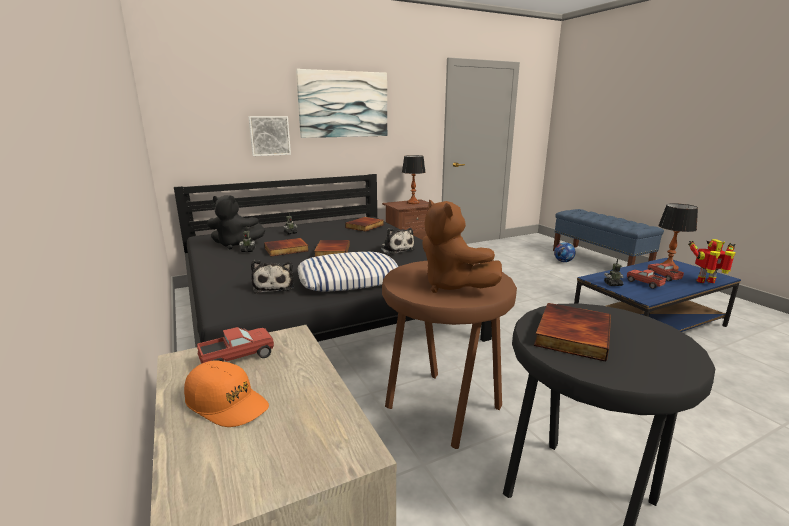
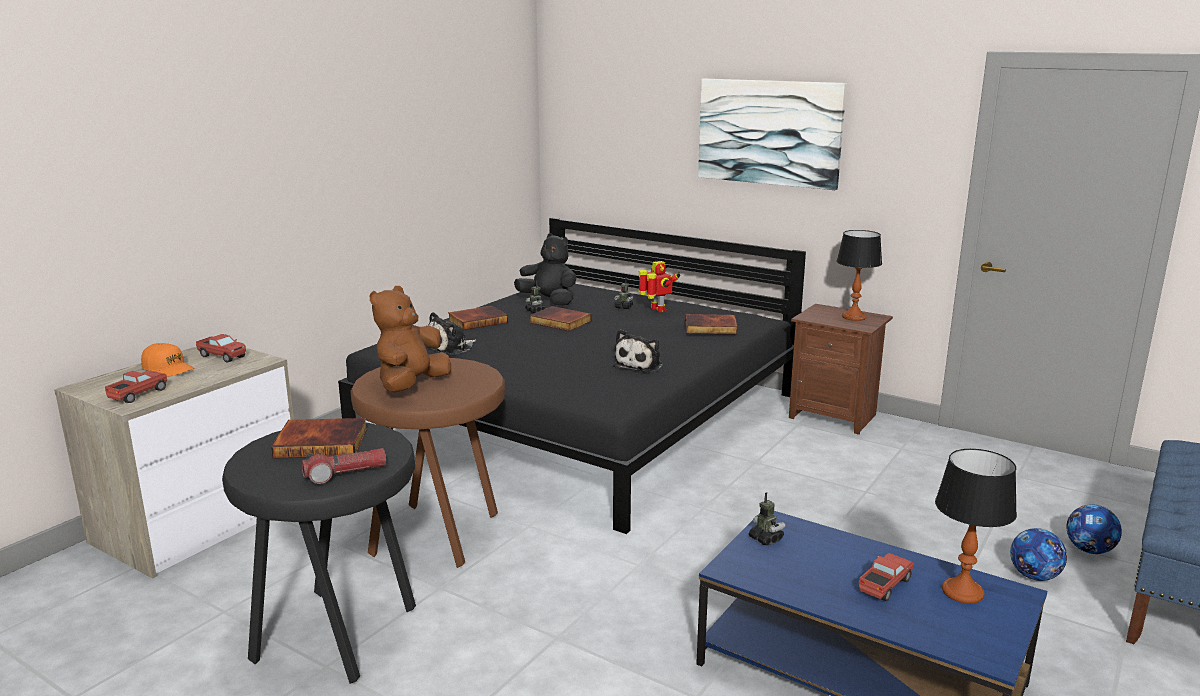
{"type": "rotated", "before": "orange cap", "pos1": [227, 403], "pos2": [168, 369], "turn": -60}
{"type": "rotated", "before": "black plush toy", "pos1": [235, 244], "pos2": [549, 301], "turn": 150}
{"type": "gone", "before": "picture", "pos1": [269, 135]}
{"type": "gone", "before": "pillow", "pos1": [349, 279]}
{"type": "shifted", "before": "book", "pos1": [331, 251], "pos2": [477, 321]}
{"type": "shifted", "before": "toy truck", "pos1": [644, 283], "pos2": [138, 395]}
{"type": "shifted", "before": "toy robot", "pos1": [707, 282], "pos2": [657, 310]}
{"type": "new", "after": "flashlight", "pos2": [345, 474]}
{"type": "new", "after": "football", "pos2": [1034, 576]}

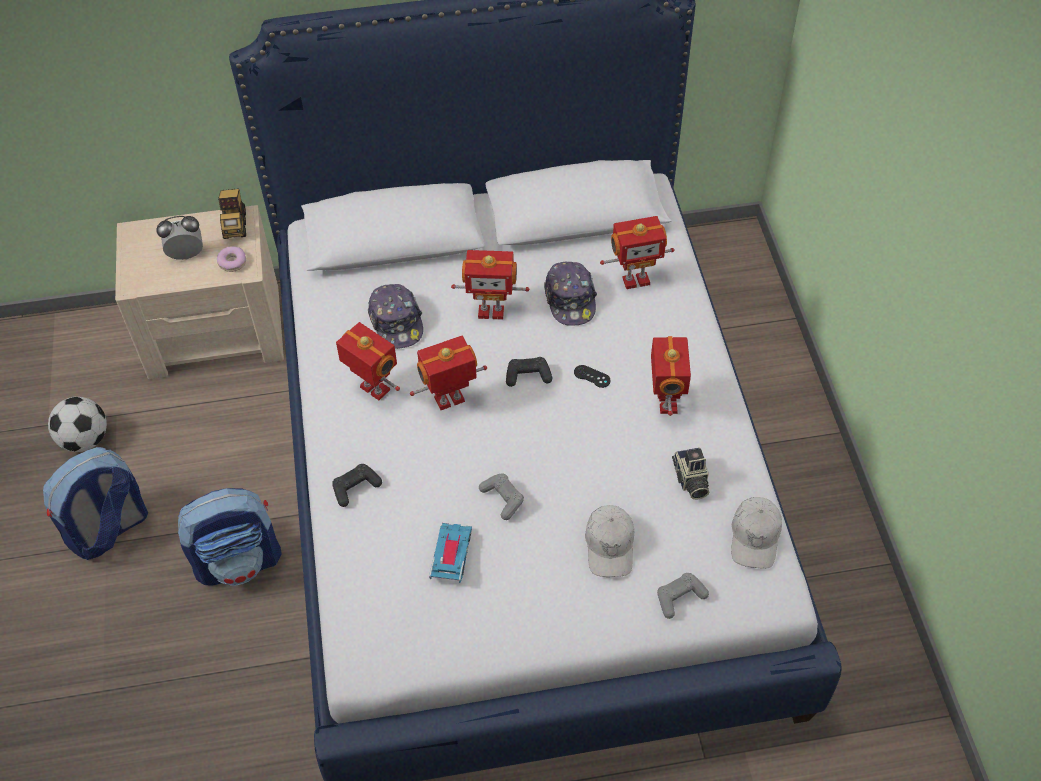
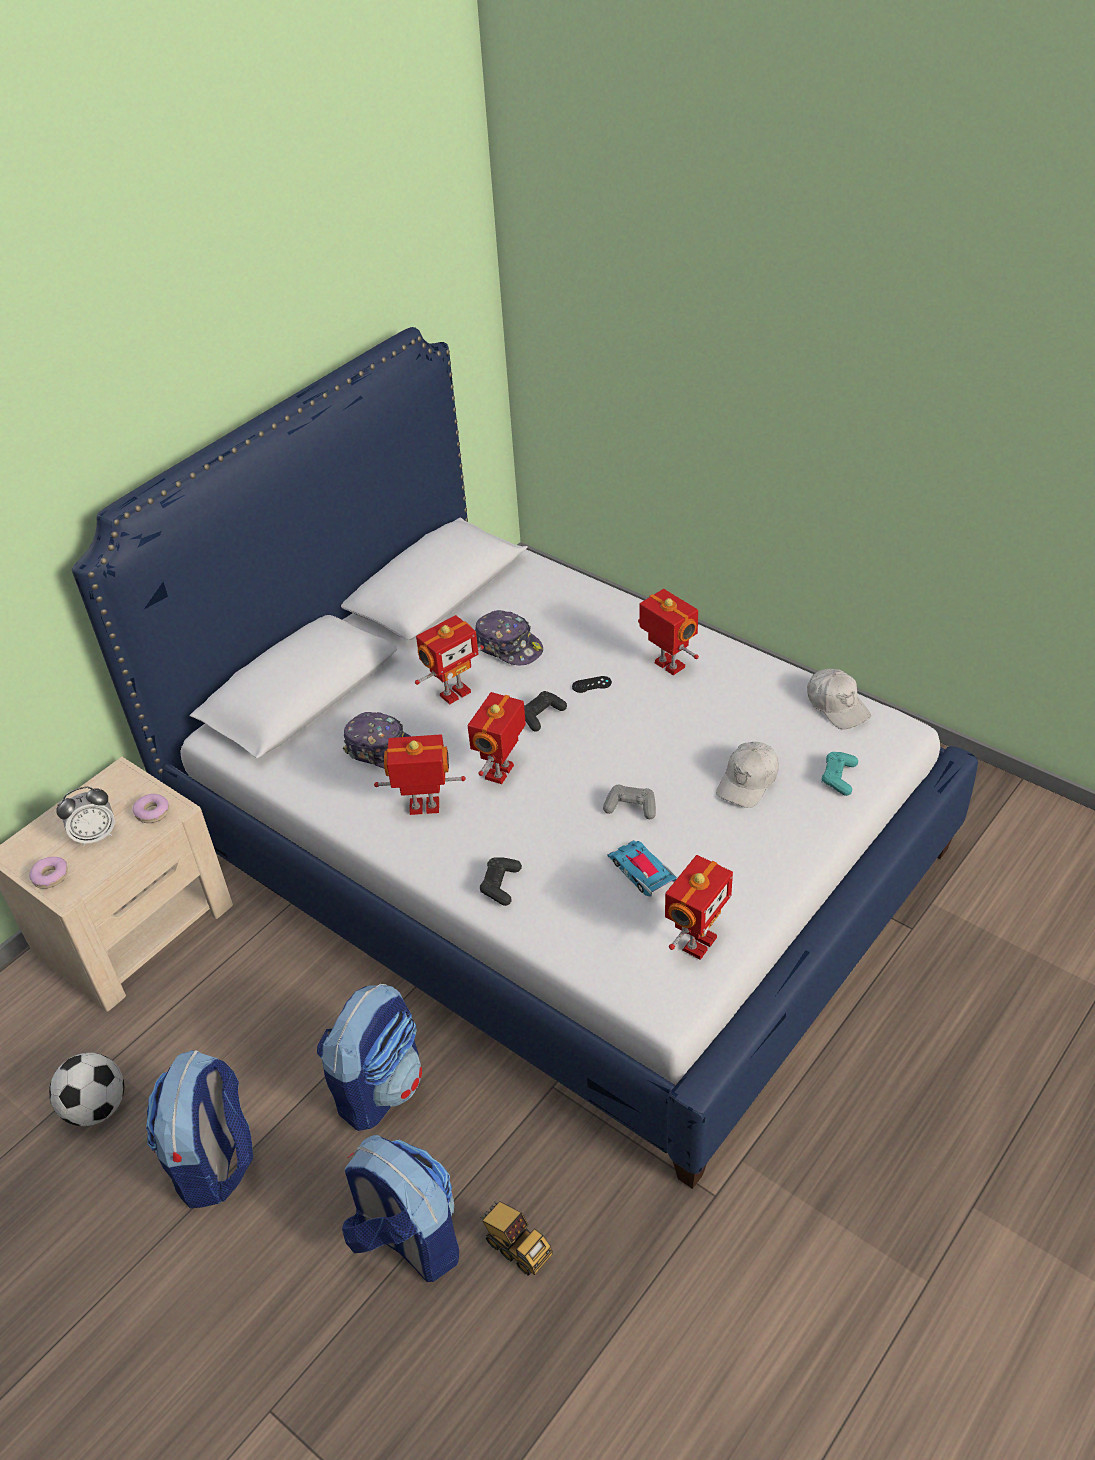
{"type": "rotated", "before": "alarm clock", "pos1": [186, 255], "pos2": [95, 835], "turn": -150}
{"type": "shifted", "before": "toy truck", "pos1": [235, 224], "pos2": [517, 1247]}
{"type": "rotated", "before": "white cap", "pos1": [610, 545], "pos2": [748, 781], "turn": 75}
{"type": "shifted", "before": "toy robot", "pos1": [635, 279], "pos2": [697, 942]}
{"type": "repainted", "before": "grey game controller", "after": "turquoise game controller", "pos1": [680, 598], "pos2": [838, 777]}
{"type": "gone", "before": "photo camera", "pos1": [690, 480]}
{"type": "new", "after": "donut", "pos2": [51, 876]}
{"type": "new", "after": "backpack", "pos2": [408, 1239]}

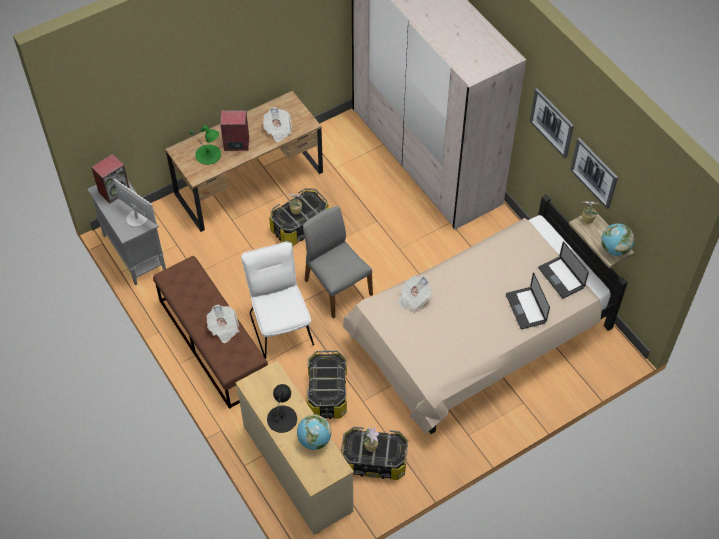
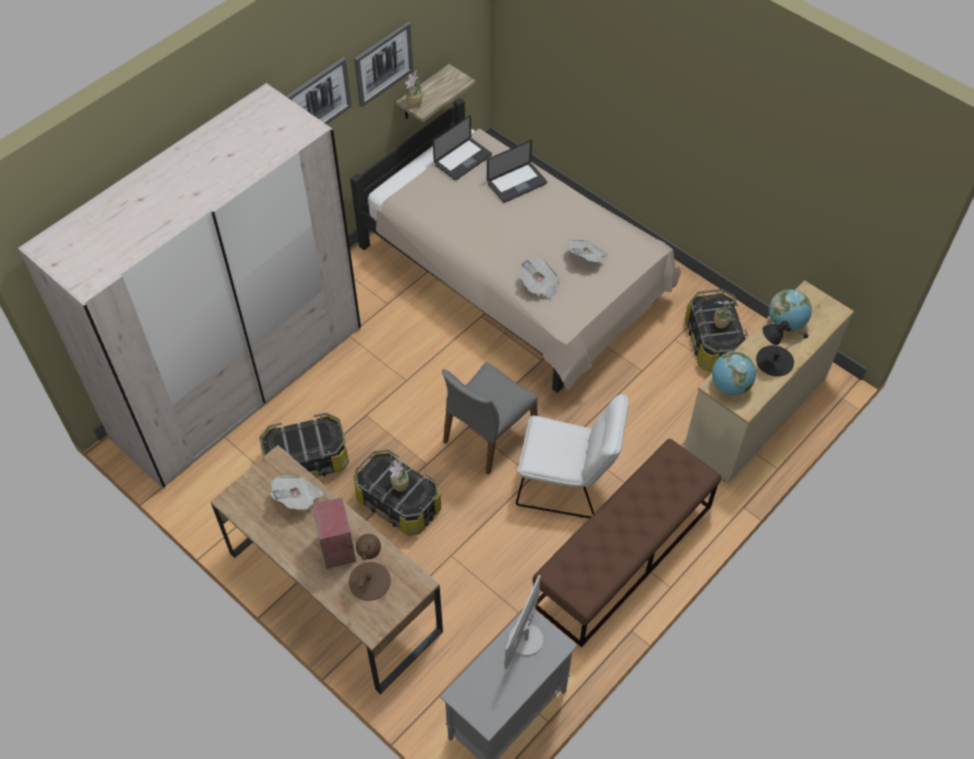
{"type": "gone", "before": "speaker", "pos1": [114, 191]}
{"type": "repainted", "before": "green table lamp", "after": "brown table lamp", "pos1": [208, 155], "pos2": [370, 580]}
{"type": "shifted", "before": "newspaper", "pos1": [223, 328], "pos2": [587, 258]}
{"type": "rotated", "before": "white chair", "pos1": [280, 325], "pos2": [567, 484], "turn": -135}
{"type": "shifted", "before": "storage box", "pos1": [327, 393], "pos2": [307, 460]}
{"type": "shifted", "before": "globe", "pos1": [614, 249], "pos2": [730, 386]}

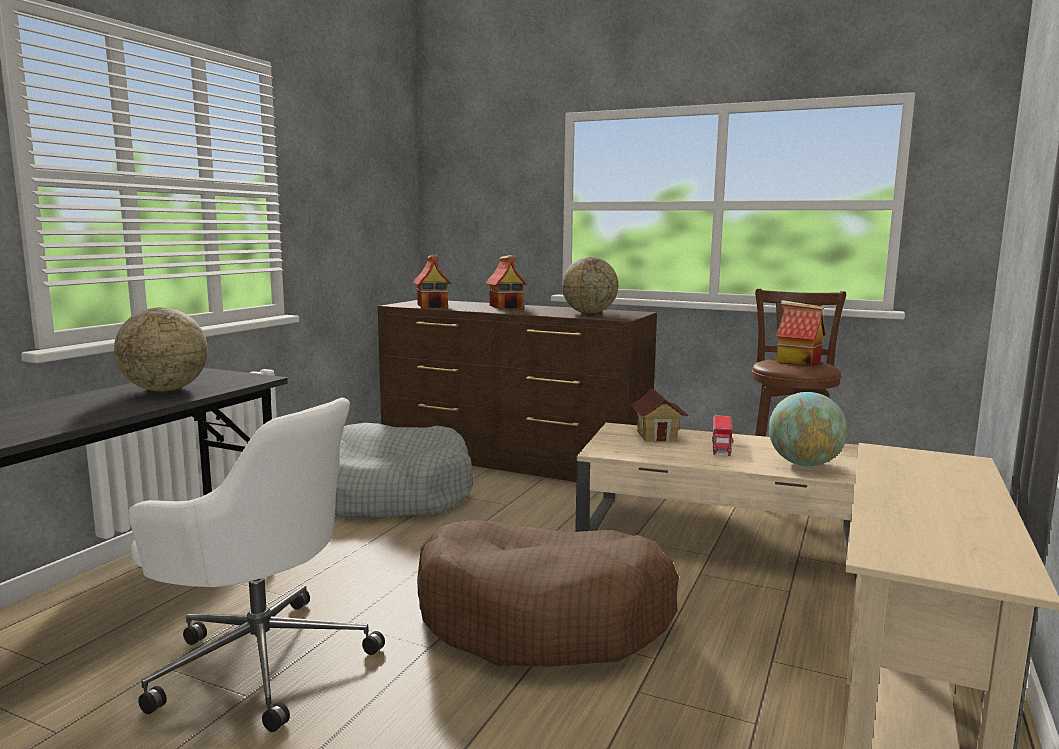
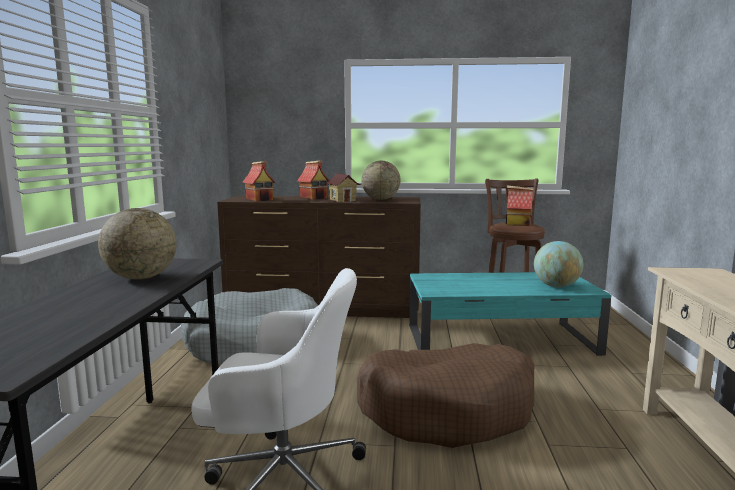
{"type": "repainted", "before": "beige coffee table", "after": "turquoise coffee table", "pos1": [721, 537], "pos2": [501, 339]}
{"type": "shifted", "before": "toy house", "pos1": [657, 436], "pos2": [342, 200]}
{"type": "gone", "before": "toy truck", "pos1": [721, 445]}

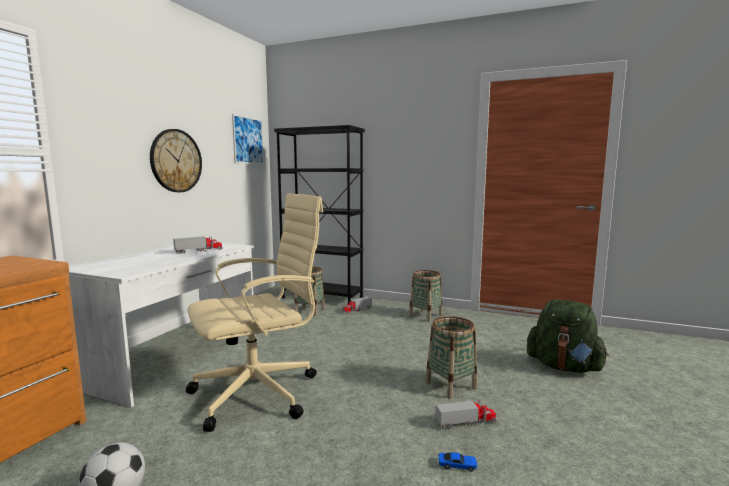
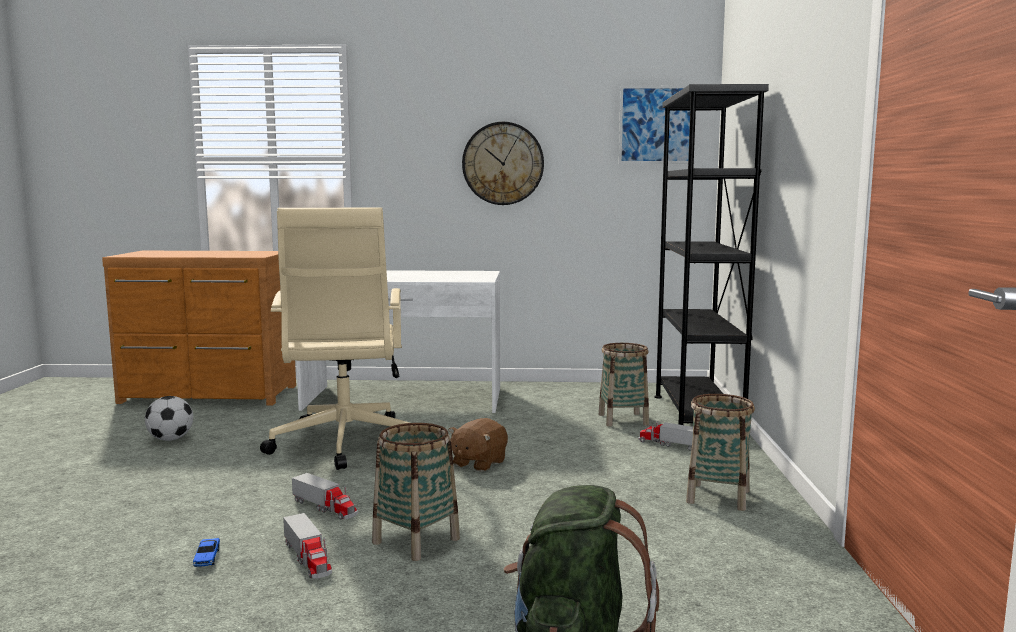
{"type": "shifted", "before": "toy truck", "pos1": [199, 251], "pos2": [325, 507]}
{"type": "rotated", "before": "beige office chair", "pos1": [259, 393], "pos2": [344, 444], "turn": 45}
{"type": "new", "after": "brown plush toy", "pos2": [478, 463]}

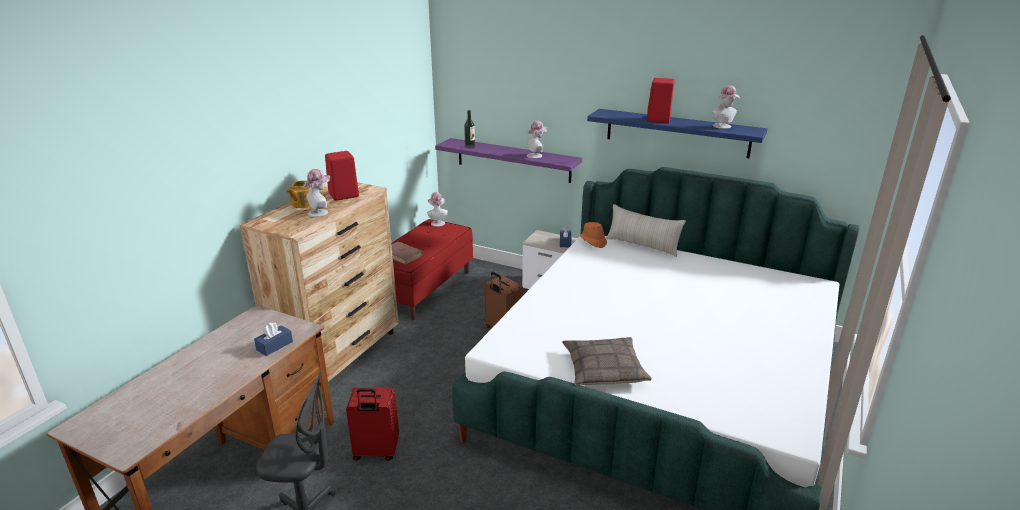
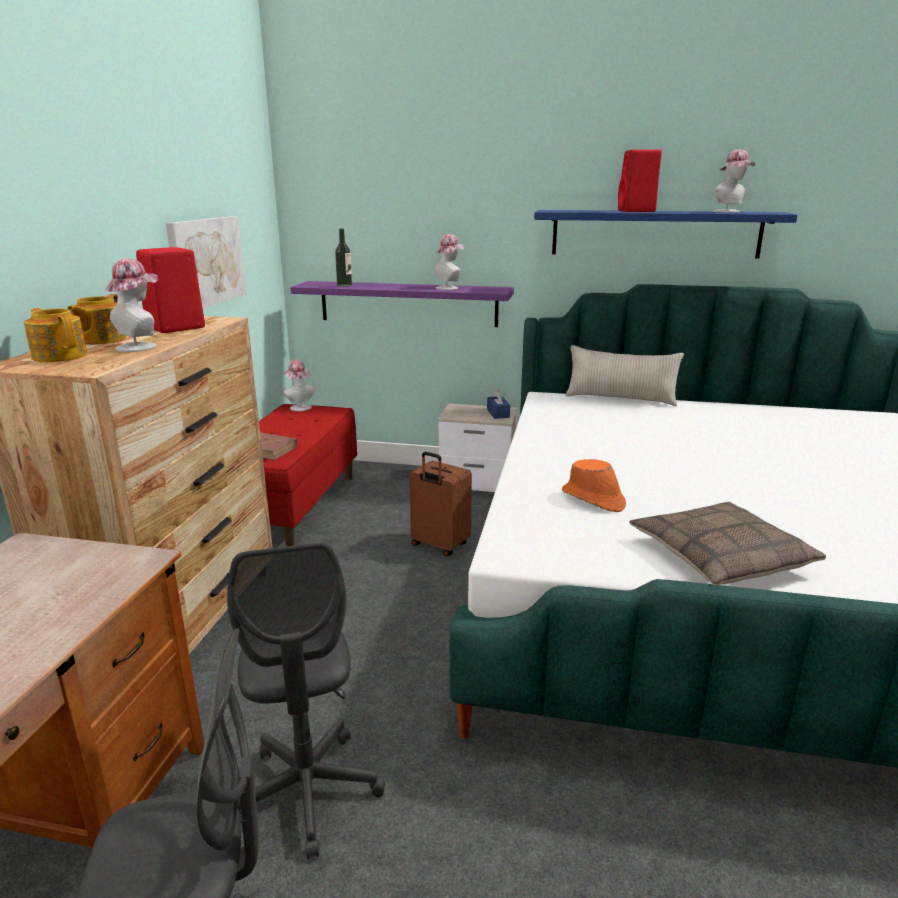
{"type": "gone", "before": "blue tissue box", "pos1": [274, 346]}
{"type": "swapped", "before": "red suitcase", "after": "grey office chair", "pos1": [376, 452], "pos2": [308, 791]}
{"type": "shifted", "before": "orange hat", "pos1": [593, 241], "pos2": [593, 499]}
{"type": "new", "after": "teapot", "pos2": [60, 356]}
{"type": "new", "after": "picture", "pos2": [206, 262]}

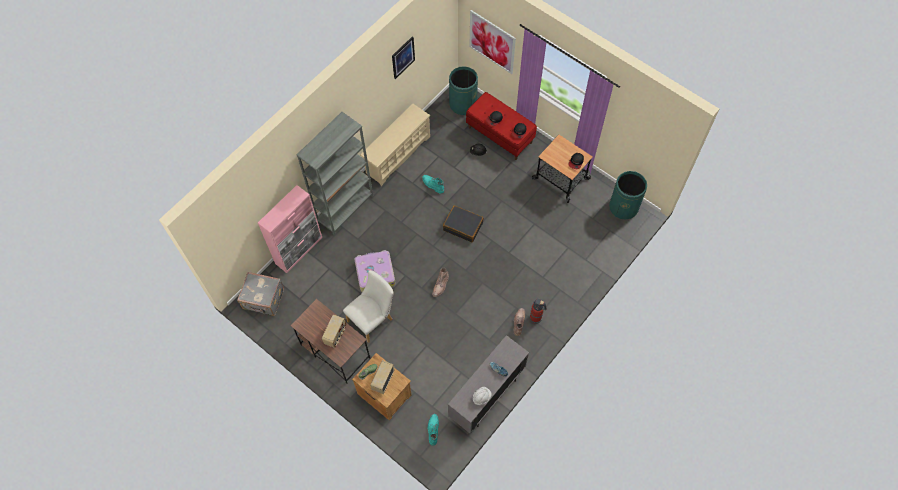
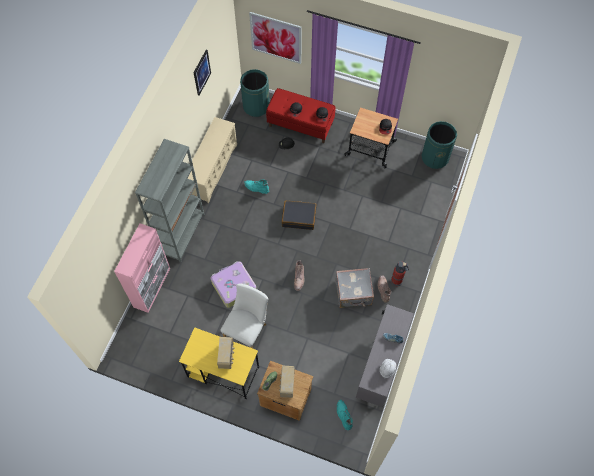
{"type": "shifted", "before": "grey suitcase", "pos1": [263, 300], "pos2": [353, 294]}
{"type": "repainted", "before": "brown desk", "after": "yellow desk", "pos1": [334, 351], "pos2": [223, 372]}

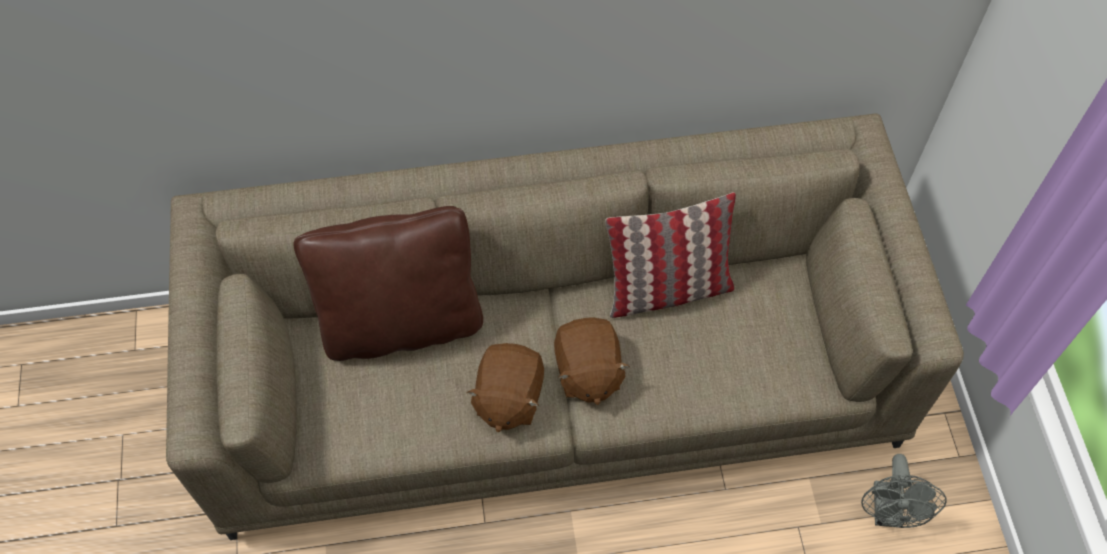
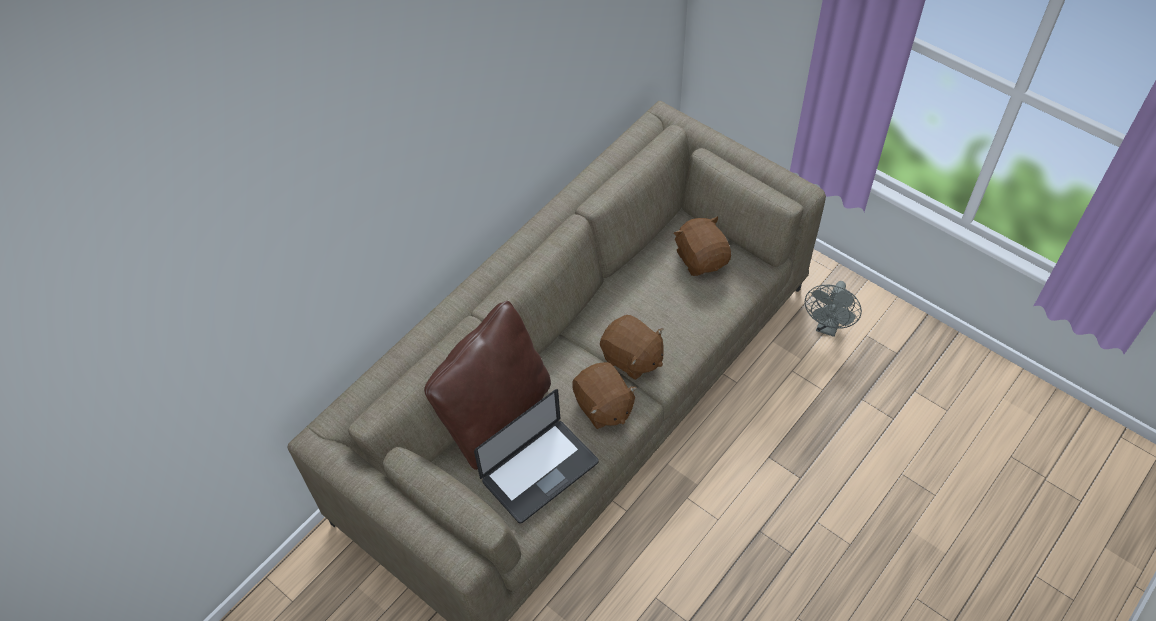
{"type": "gone", "before": "pillow", "pos1": [667, 289]}
{"type": "rotated", "before": "grey fan", "pos1": [888, 513], "pos2": [828, 327], "turn": 60}
{"type": "new", "after": "laptop", "pos2": [540, 472]}
{"type": "new", "after": "brown plush toy", "pos2": [701, 258]}

